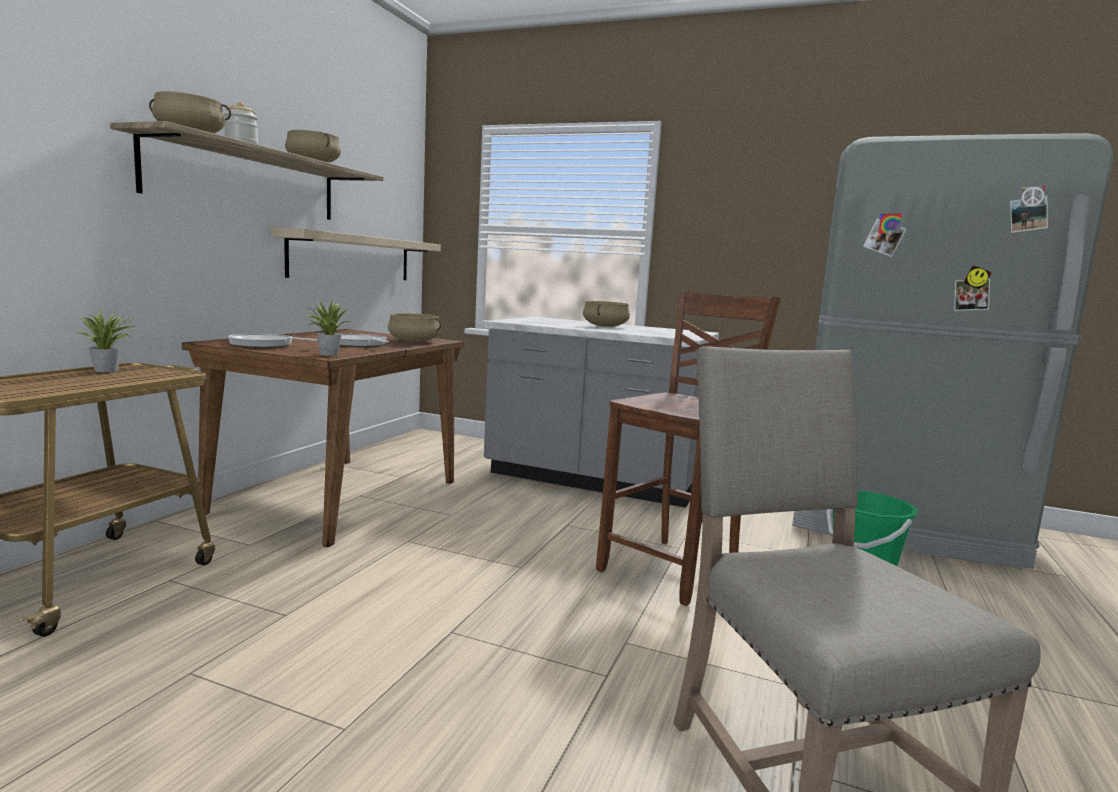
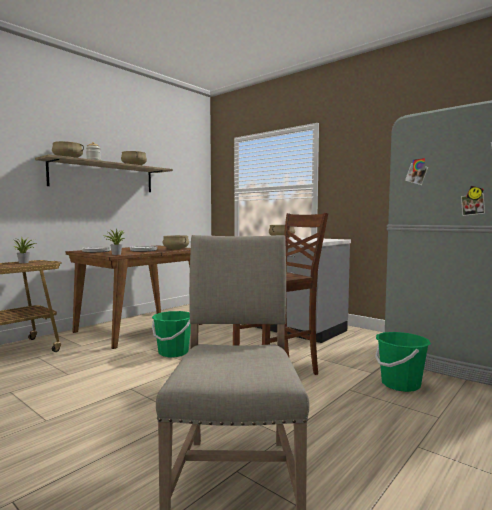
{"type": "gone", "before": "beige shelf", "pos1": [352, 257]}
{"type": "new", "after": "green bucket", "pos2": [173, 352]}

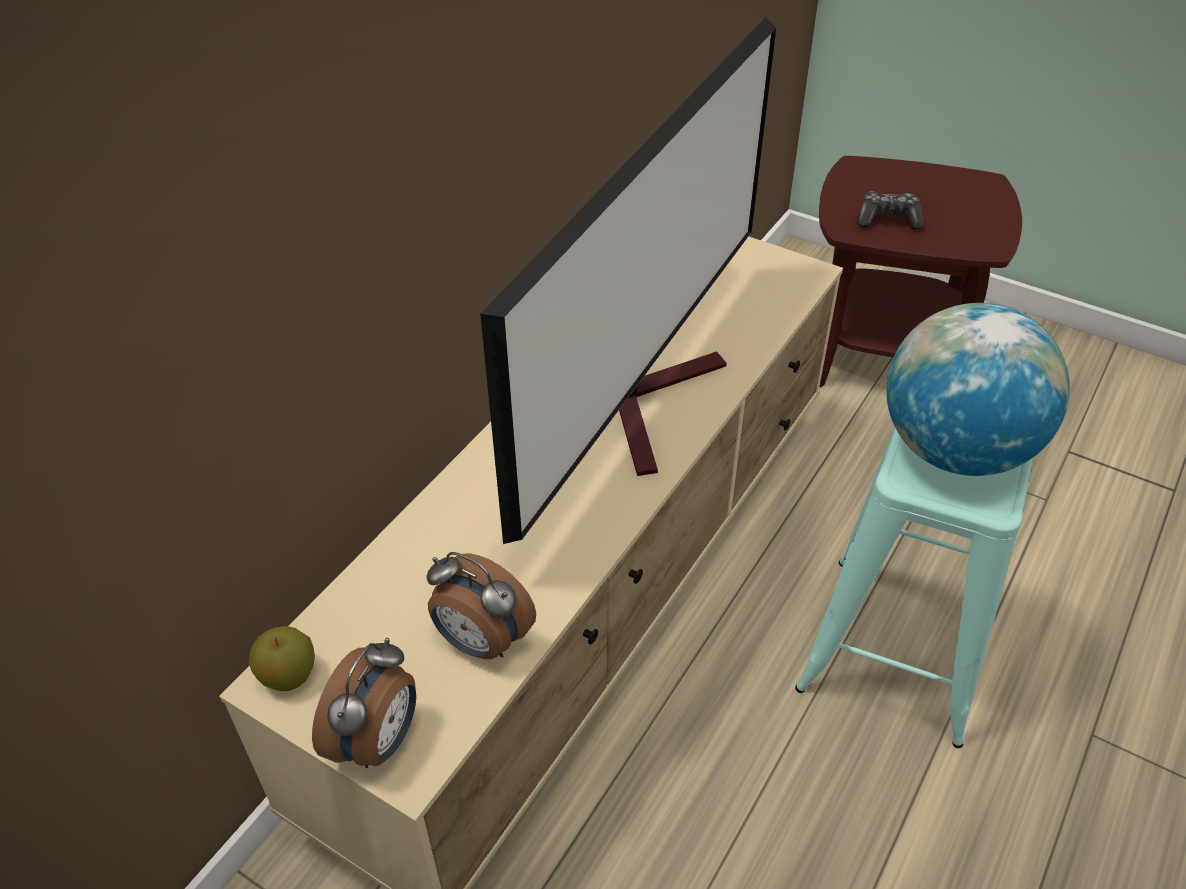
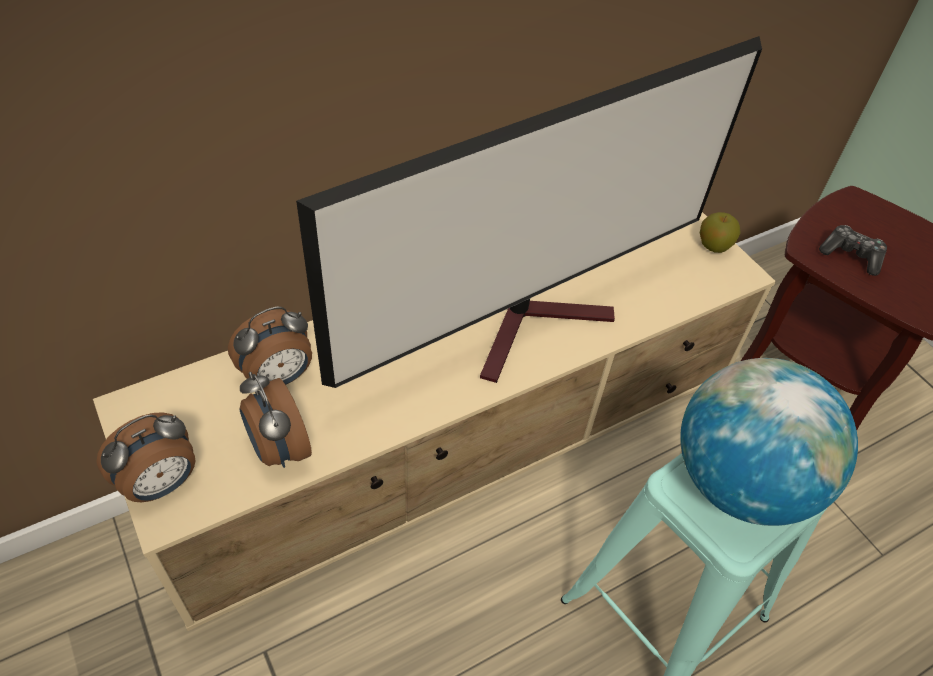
{"type": "shifted", "before": "apple", "pos1": [288, 675], "pos2": [713, 246]}
{"type": "new", "after": "alarm clock", "pos2": [279, 377]}

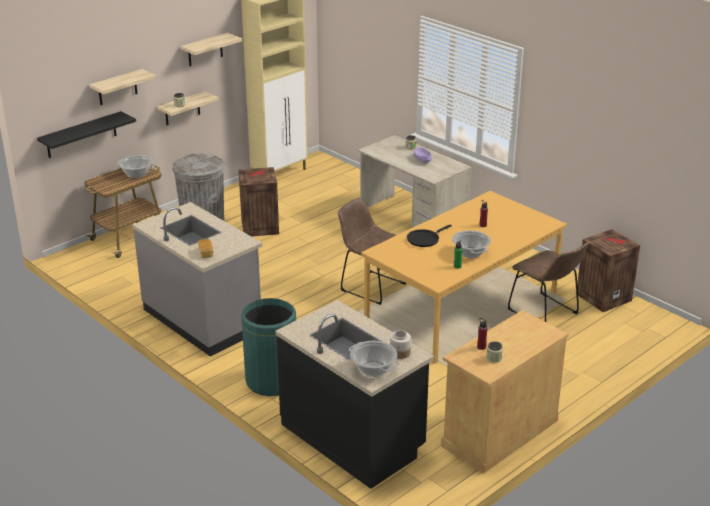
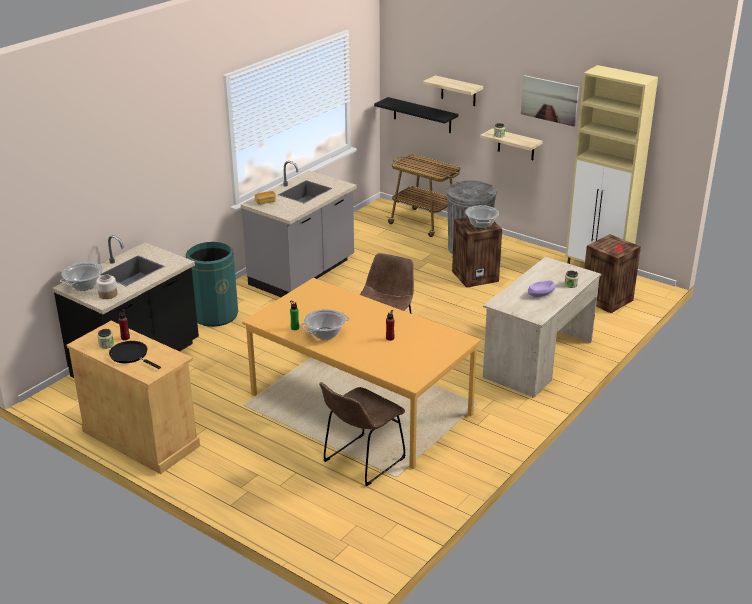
{"type": "shifted", "before": "cooking pot", "pos1": [136, 174], "pos2": [481, 224]}
{"type": "swapped", "before": "shelf", "after": "picture", "pos1": [205, 50], "pos2": [549, 100]}
{"type": "shifted", "before": "black frying pan", "pos1": [424, 239], "pos2": [131, 355]}
{"type": "shifted", "before": "crate", "pos1": [603, 297], "pos2": [608, 300]}

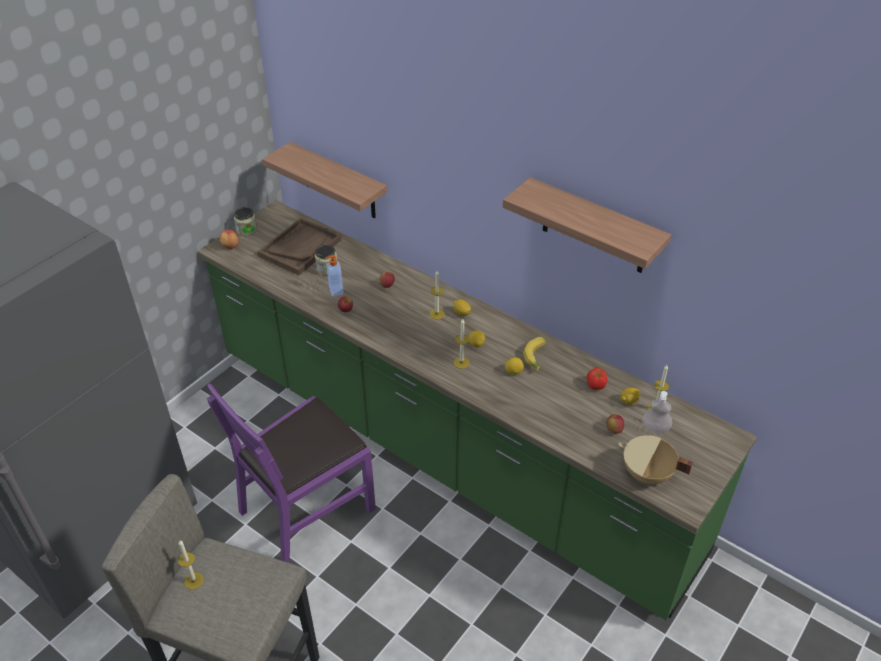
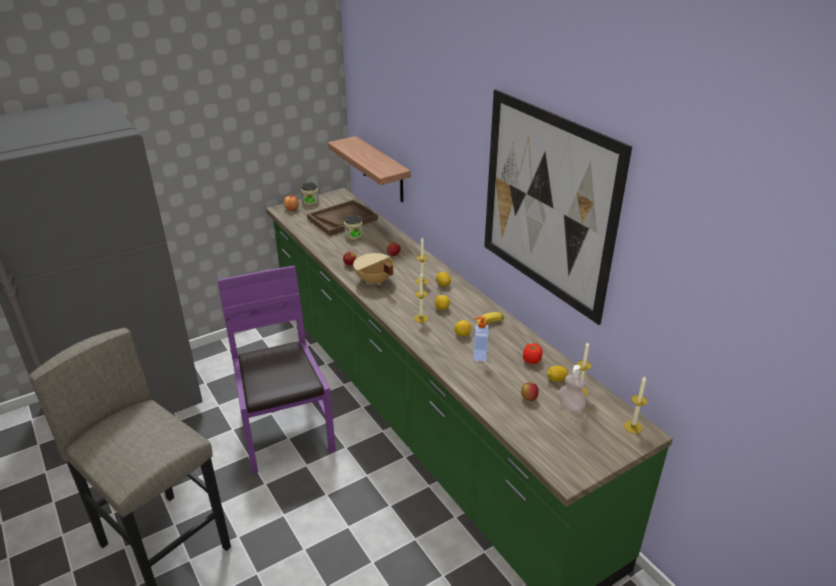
{"type": "shifted", "before": "candle", "pos1": [194, 581], "pos2": [633, 427]}
{"type": "rotated", "before": "purple chair", "pos1": [306, 508], "pos2": [285, 430], "turn": 90}
{"type": "shifted", "before": "soap dispenser", "pos1": [335, 290], "pos2": [479, 355]}
{"type": "swapped", "before": "shelf", "after": "picture", "pos1": [594, 227], "pos2": [547, 204]}
{"type": "shifted", "before": "beige cooking pot", "pos1": [647, 475], "pos2": [374, 281]}

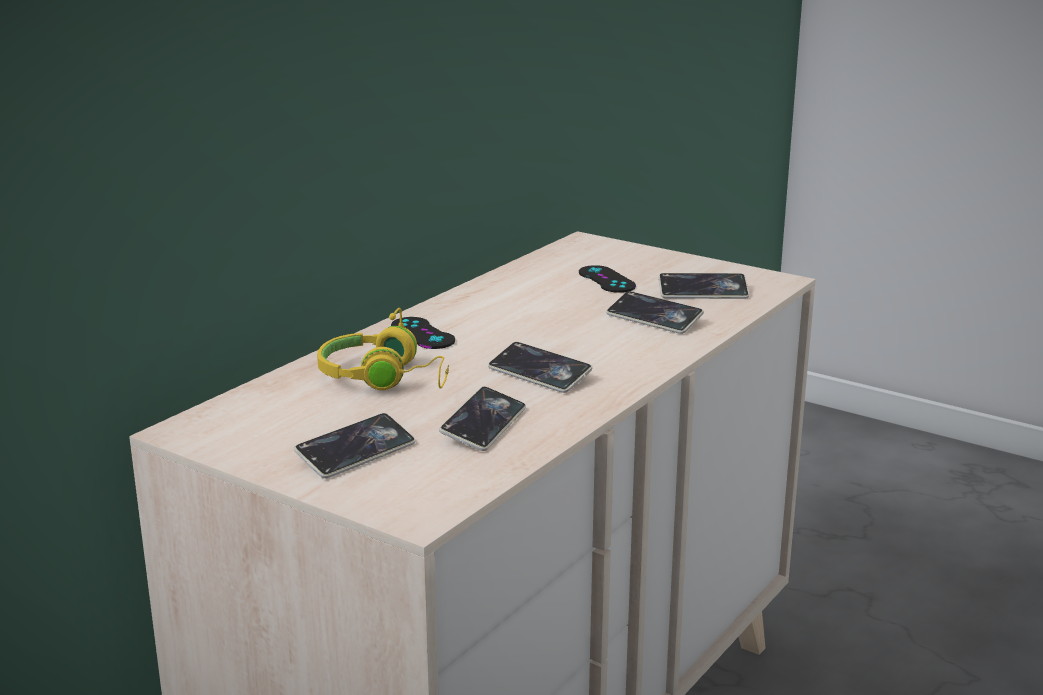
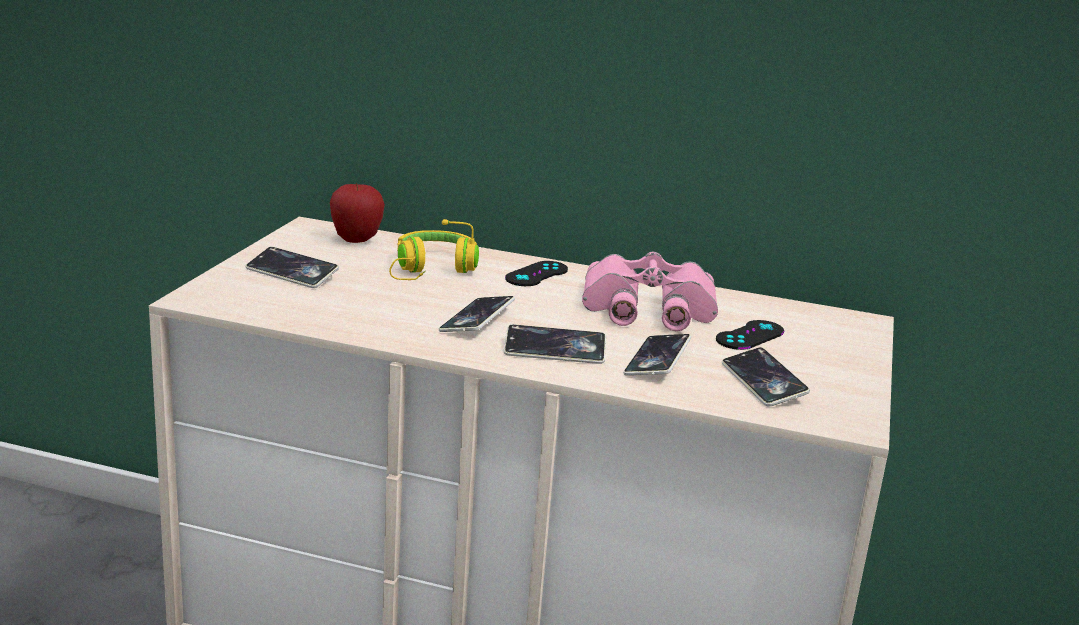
{"type": "shifted", "before": "phone", "pos1": [484, 425], "pos2": [554, 351]}
{"type": "new", "after": "apple", "pos2": [356, 240]}
{"type": "new", "after": "pink binoculars", "pos2": [647, 308]}

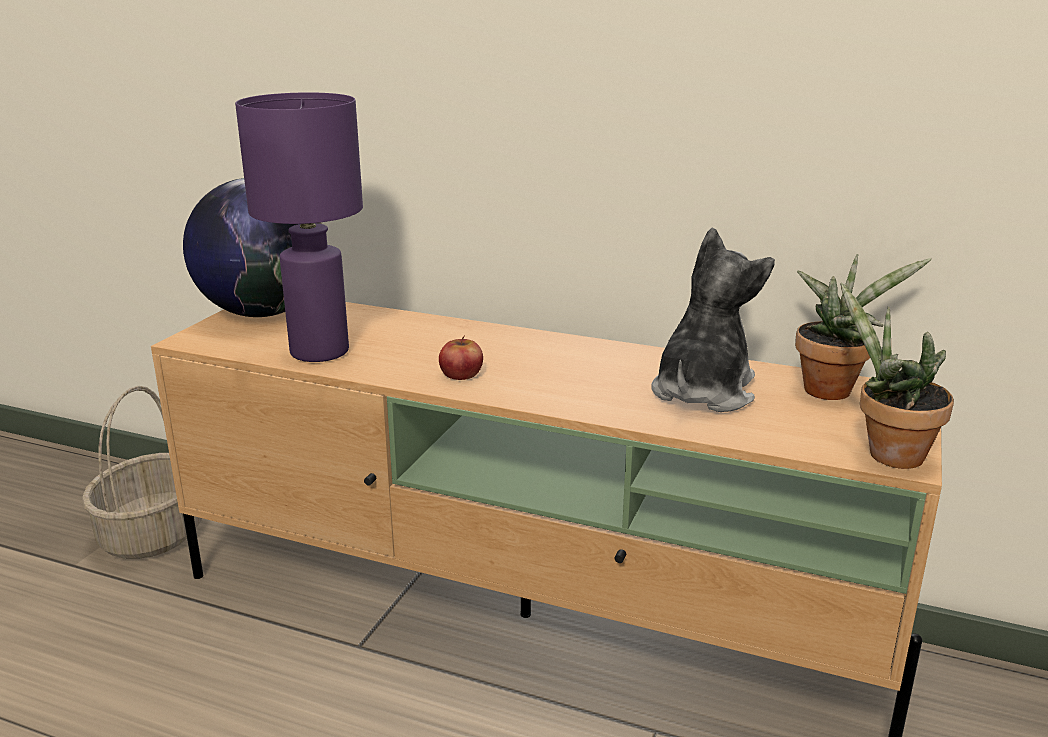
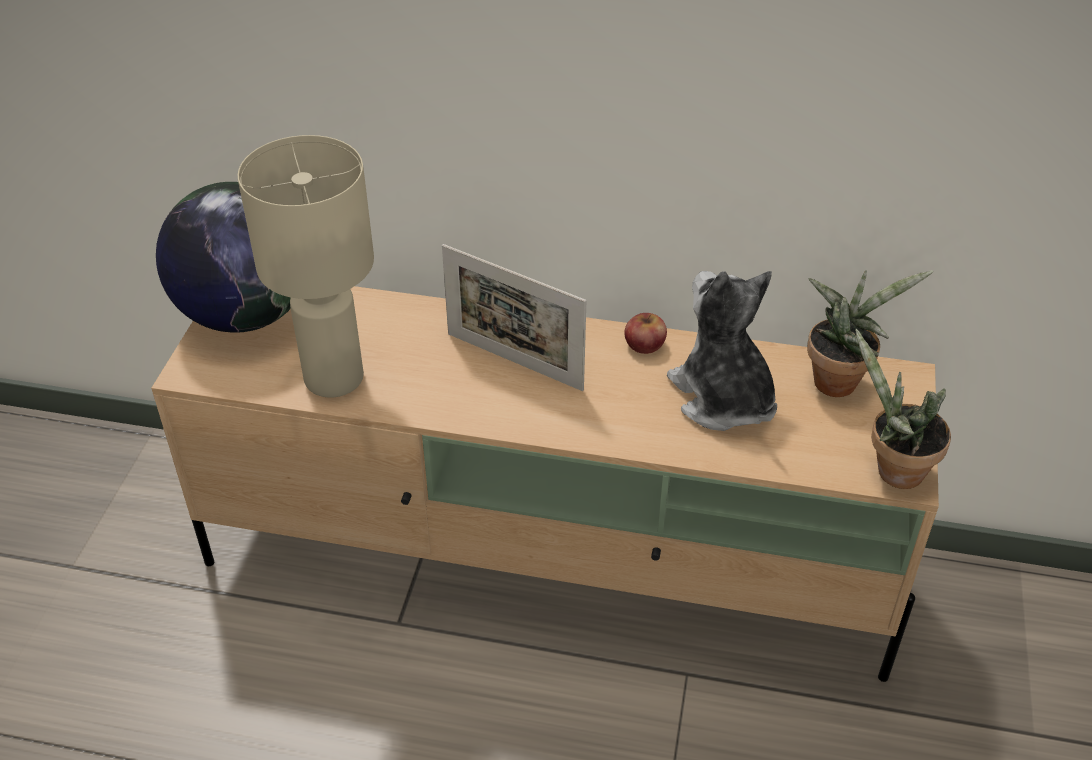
{"type": "gone", "before": "basket", "pos1": [153, 535]}
{"type": "repainted", "before": "purple table lamp", "after": "beige table lamp", "pos1": [321, 352], "pos2": [335, 379]}
{"type": "shifted", "before": "apple", "pos1": [461, 374], "pos2": [644, 344]}
{"type": "rotated", "before": "plush toy", "pos1": [702, 391], "pos2": [722, 398], "turn": -45}
{"type": "new", "after": "picture frame", "pos2": [514, 361]}

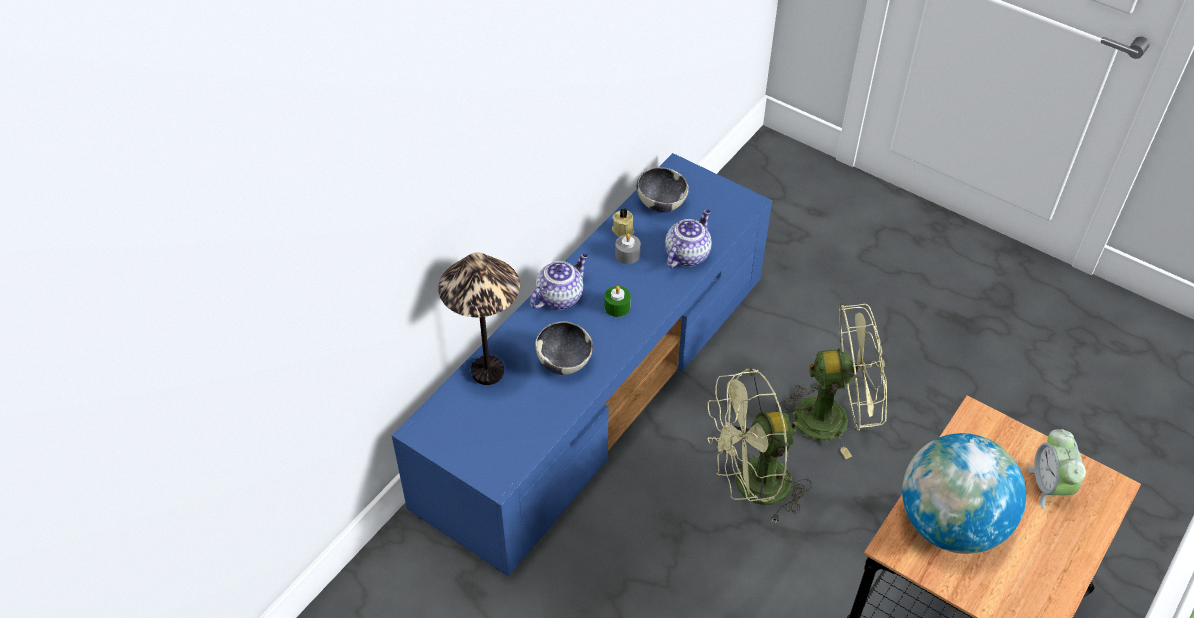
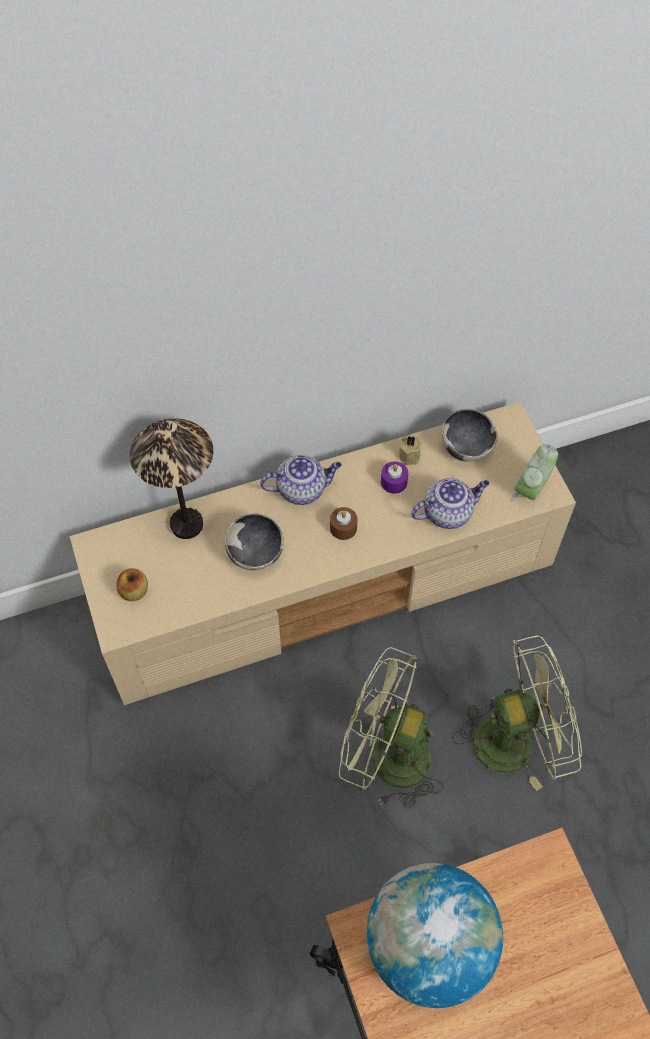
{"type": "repainted", "before": "blue tv stand", "after": "beige tv stand", "pos1": [597, 388], "pos2": [327, 582]}
{"type": "repainted", "before": "green candle", "after": "brown candle", "pos1": [617, 307], "pos2": [343, 528]}
{"type": "repainted", "before": "grey candle", "after": "purple candle", "pos1": [627, 254], "pos2": [394, 482]}
{"type": "rotated", "before": "green fan", "pos1": [833, 417], "pos2": [515, 739], "turn": -45}
{"type": "shifted", "before": "alarm clock", "pos1": [1049, 486], "pos2": [530, 490]}
{"type": "new", "after": "apple", "pos2": [134, 591]}

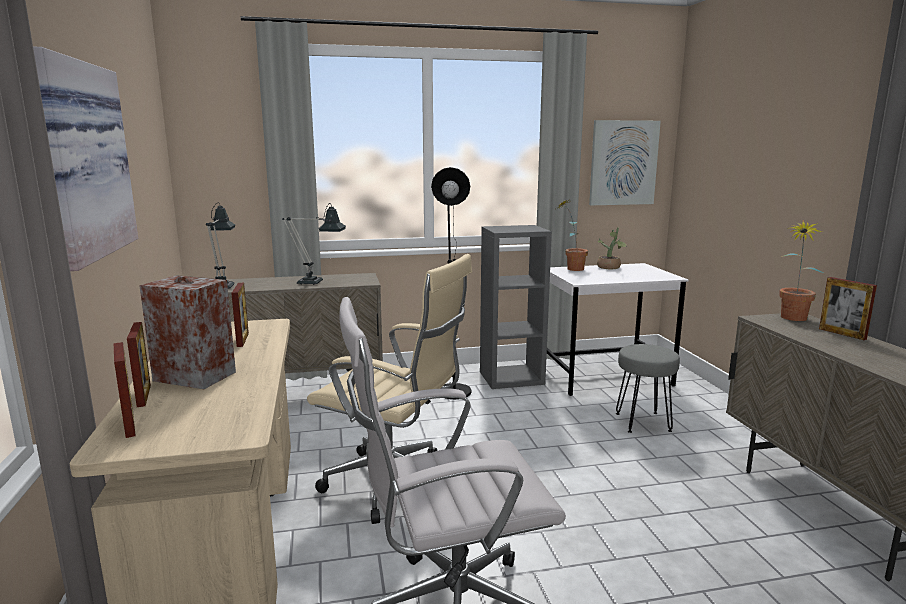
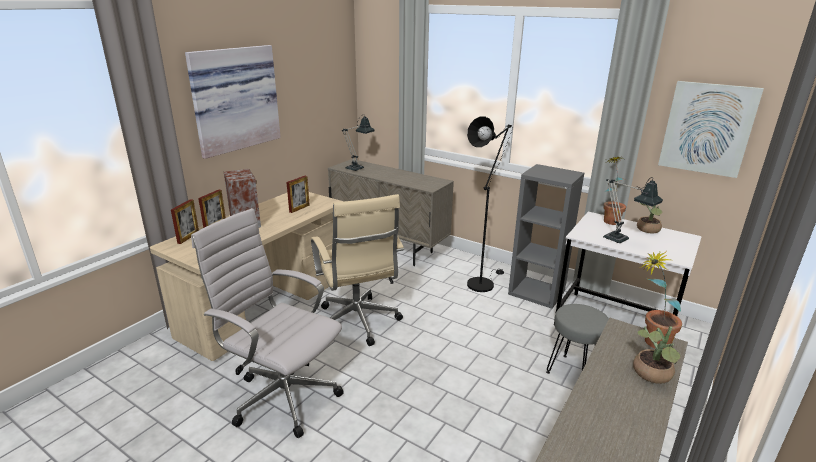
{"type": "shifted", "before": "table lamp", "pos1": [316, 283], "pos2": [621, 240]}
{"type": "swapped", "before": "picture frame", "after": "potted plant", "pos1": [842, 334], "pos2": [652, 376]}

